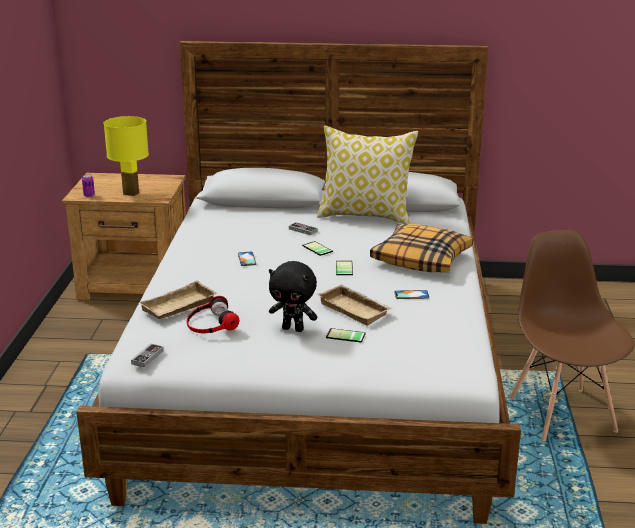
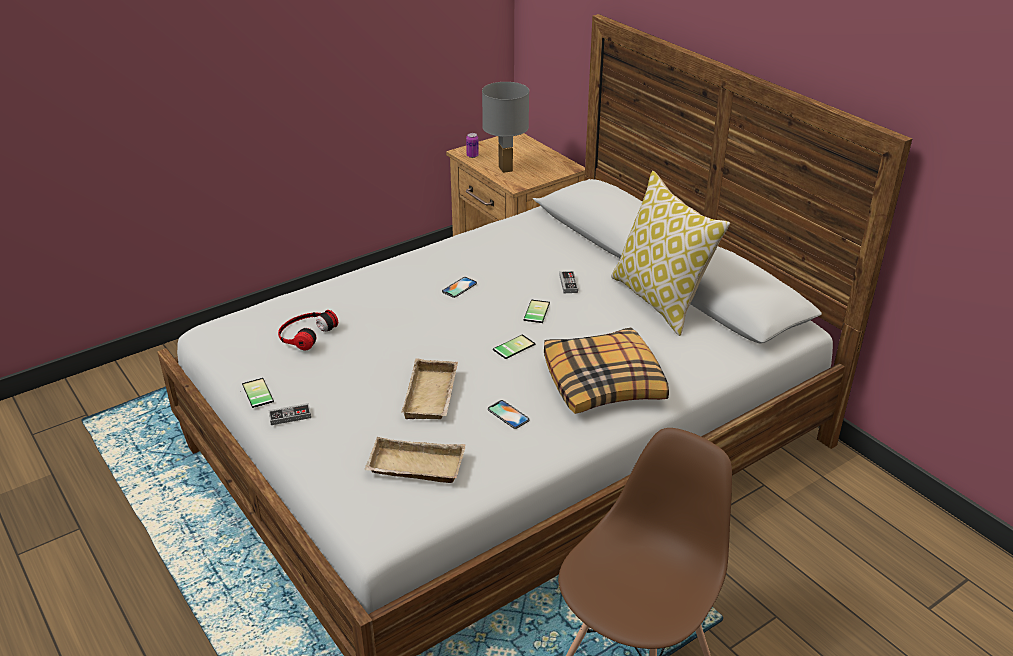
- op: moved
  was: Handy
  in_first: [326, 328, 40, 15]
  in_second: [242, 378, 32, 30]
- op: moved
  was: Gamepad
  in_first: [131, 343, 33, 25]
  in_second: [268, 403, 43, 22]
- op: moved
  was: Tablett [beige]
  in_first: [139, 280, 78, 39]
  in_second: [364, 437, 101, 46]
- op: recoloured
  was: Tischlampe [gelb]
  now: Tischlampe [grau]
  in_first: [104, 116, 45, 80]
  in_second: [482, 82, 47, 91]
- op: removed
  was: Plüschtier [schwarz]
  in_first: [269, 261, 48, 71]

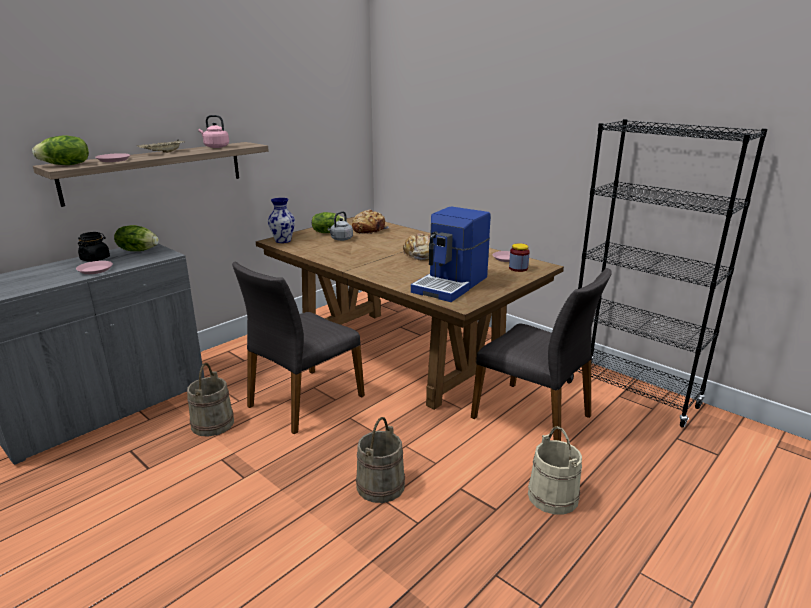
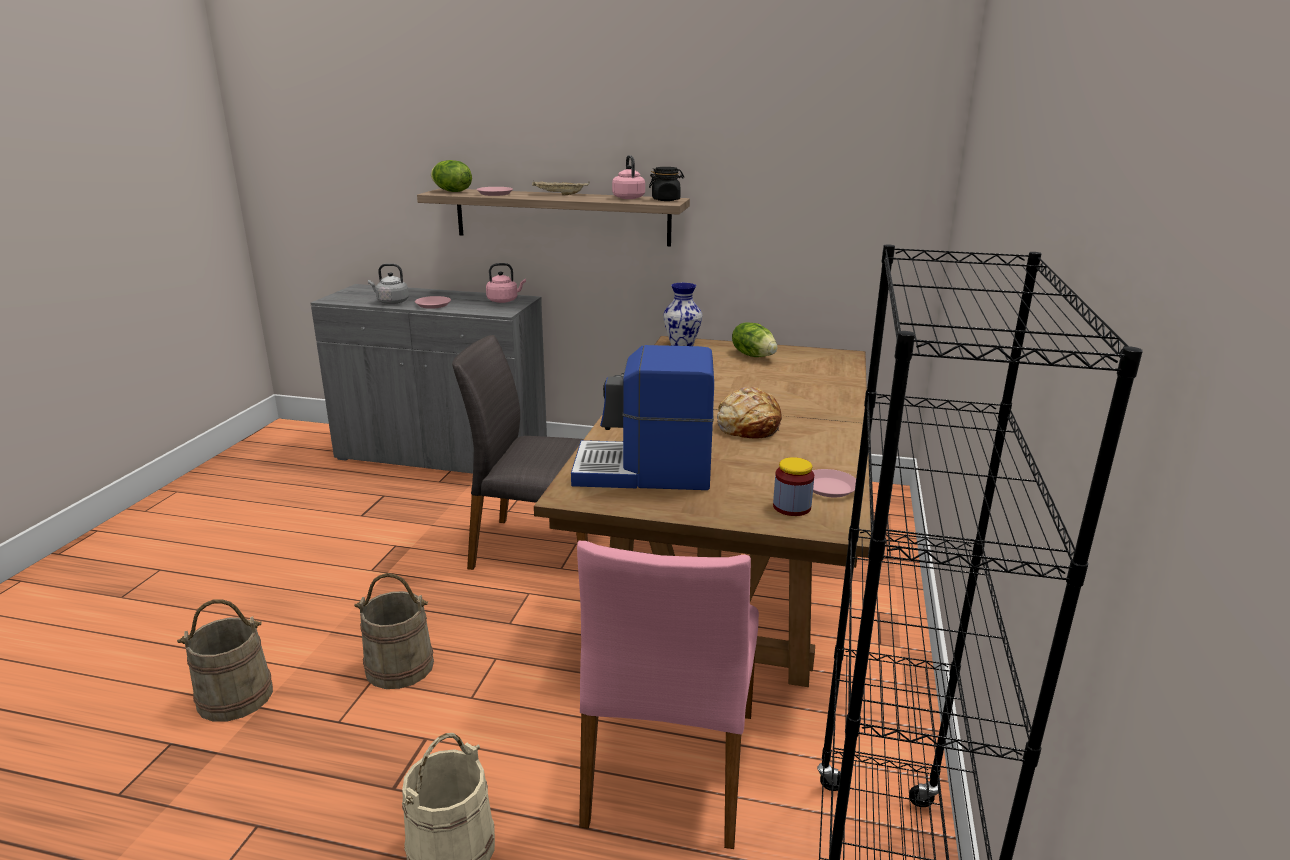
- op: moved
  was: Eimer [beige]
  in_first: [187, 363, 47, 74]
  in_second: [177, 599, 96, 123]
- op: moved
  was: Wasserkessel [grau]
  in_first: [327, 211, 26, 30]
  in_second: [368, 263, 41, 41]
- op: replaced
  was: Salatkopf
  now: Wasserkessel [rosa]
  in_first: [114, 225, 45, 26]
  in_second: [486, 263, 40, 40]
- op: recoloured
  was: Stuhl [grau]
  now: Stuhl [rosa]
  in_first: [471, 268, 141, 173]
  in_second: [577, 541, 182, 308]
- op: moved
  was: Vorratsglas [schwarz]
  in_first: [78, 232, 32, 30]
  in_second: [649, 167, 35, 34]
- op: removed
  was: Brot
  in_first: [352, 210, 39, 24]

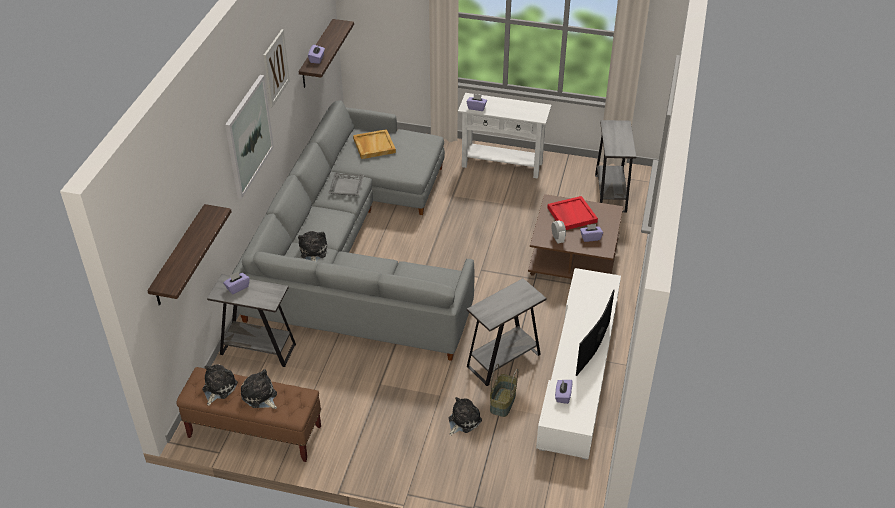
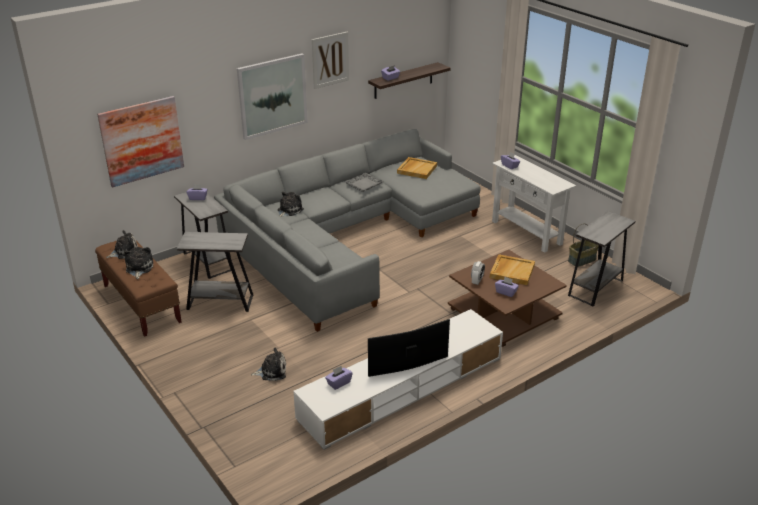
- op: replaced
  was: Wandregal
  now: Bild
  in_first: [147, 204, 85, 102]
  in_second: [97, 96, 87, 91]
- op: moved
  was: Beistelltisch [grau]
  in_first: [467, 278, 79, 108]
  in_second: [177, 232, 76, 80]
- op: recoloured
  was: Tablett [rot]
  now: Tablett [beige]
  in_first: [547, 196, 51, 34]
  in_second: [490, 254, 45, 31]
- op: moved
  was: Korb
  in_first: [490, 364, 28, 53]
  in_second: [568, 223, 31, 44]

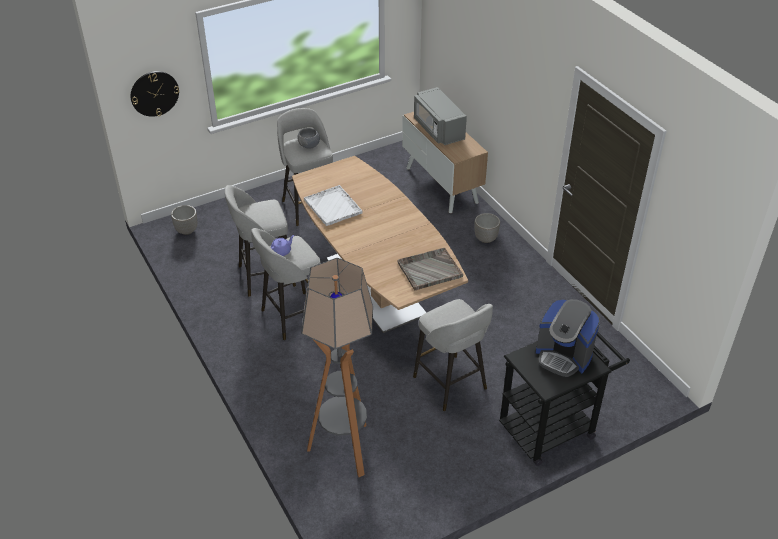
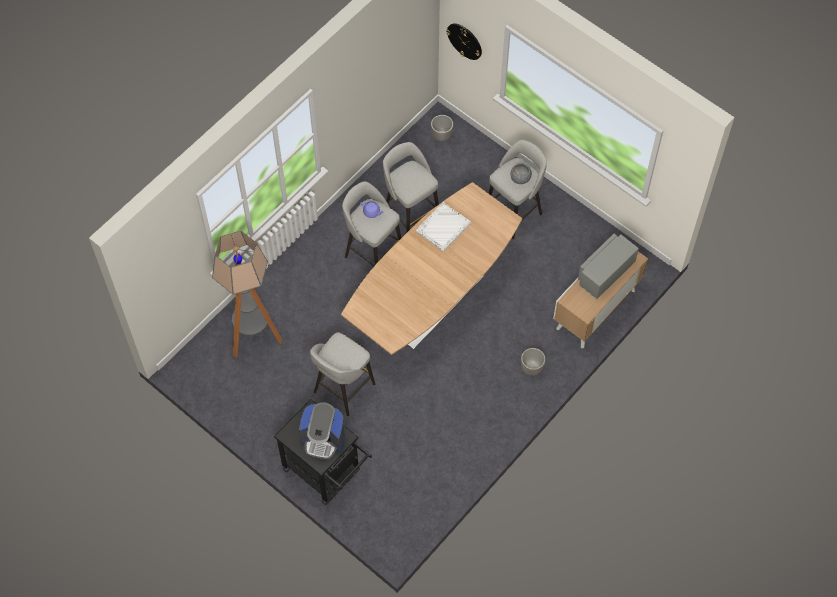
- op: turned
  was: Kaffeemaschine
  in_first: [536, 299, 64, 78]
  in_second: [299, 402, 46, 58]
  clockwise: -90
- op: removed
  was: Tablett [grau]
  in_first: [398, 248, 65, 42]

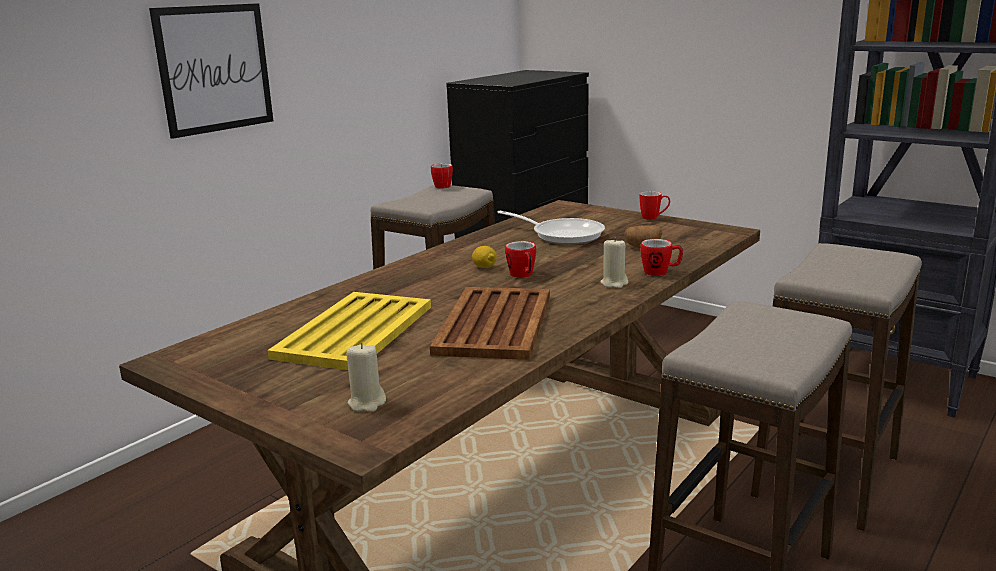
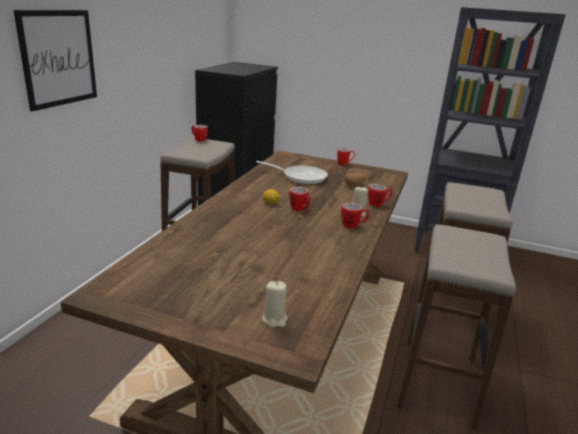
- op: added
  now: Henkelbecher
  in_second: [341, 202, 28, 26]
- op: removed
  was: Tablett [gelb]
  in_first: [267, 292, 164, 78]
- op: removed
  was: Tablett [braun]
  in_first: [430, 287, 120, 73]

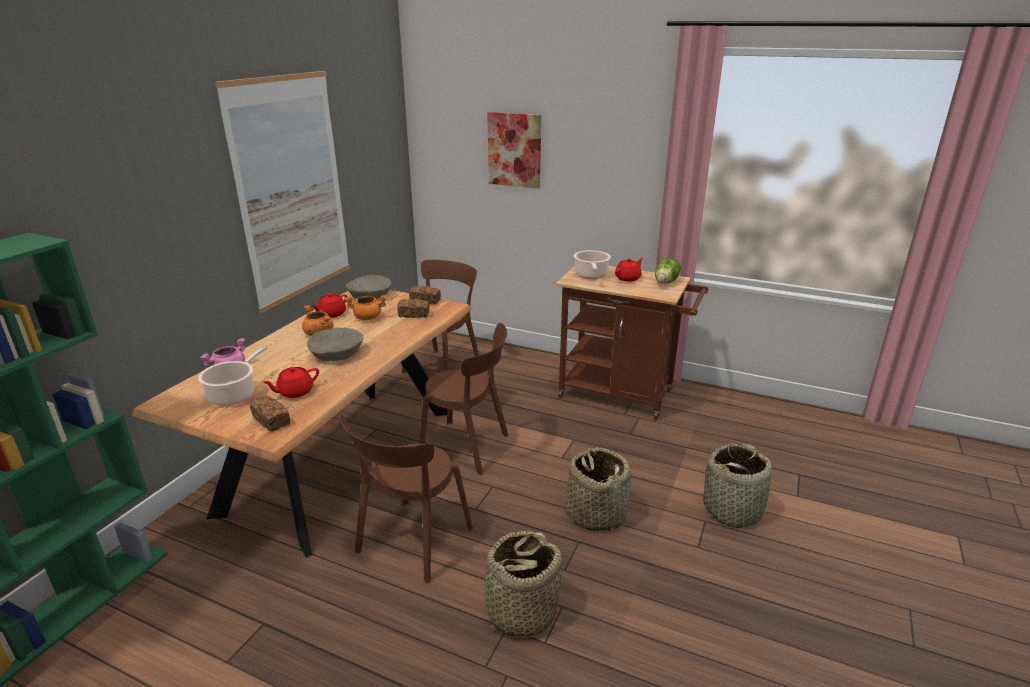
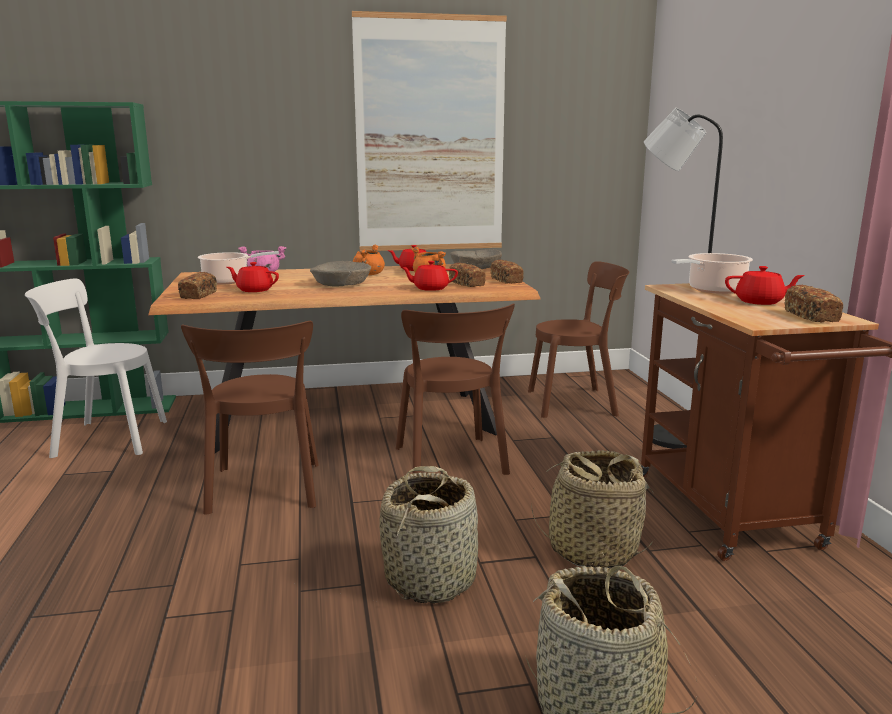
- op: added
  now: Stuhl [weiß]
  in_second: [25, 279, 142, 179]
- op: turned
  was: Stuhl [braun]
  in_first: [340, 415, 133, 168]
  in_second: [181, 321, 138, 194]
  clockwise: -90
- op: added
  now: Teekanne [rot]
  in_second: [401, 261, 57, 30]
- op: moved
  was: Korb
  in_first: [473, 531, 89, 106]
  in_second: [531, 450, 123, 118]
- op: added
  now: Stehlampe [schwarz]
  in_second: [644, 108, 79, 341]
- op: replaced
  was: Salatkopf
  now: Brot
  in_first: [655, 258, 26, 26]
  in_second: [784, 285, 59, 38]
- op: removed
  was: Bild
  in_first: [487, 112, 54, 77]

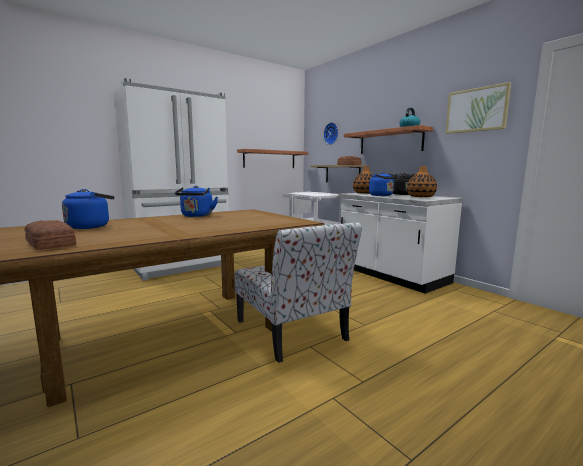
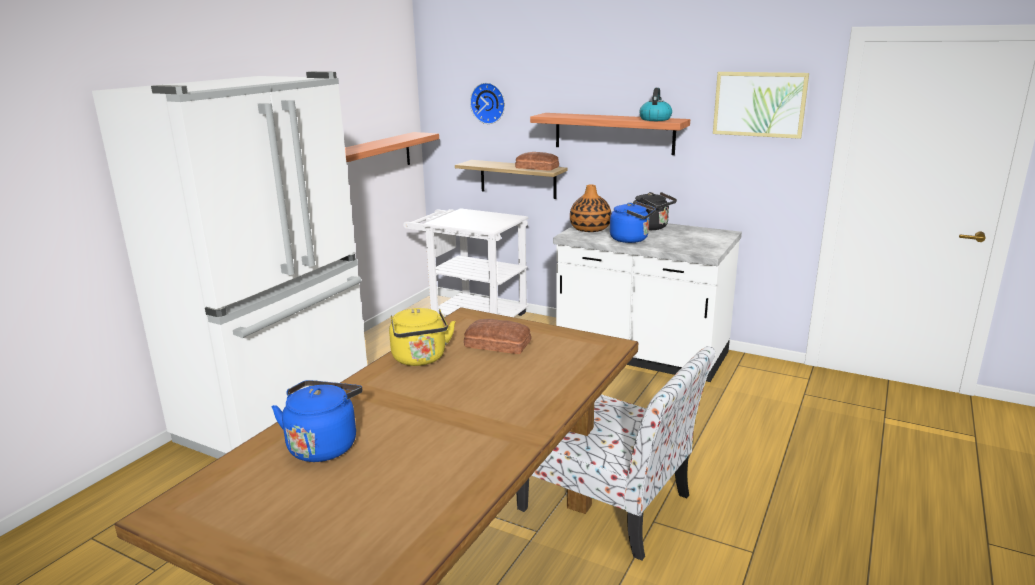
- op: recoloured
  was: Wasserkessel [blau]
  now: Wasserkessel [gelb]
  in_first: [175, 186, 43, 31]
  in_second: [389, 308, 67, 58]
- op: moved
  was: Brot
  in_first: [24, 220, 52, 30]
  in_second: [464, 319, 67, 35]
- op: removed
  was: Vase
  in_first: [407, 166, 30, 31]

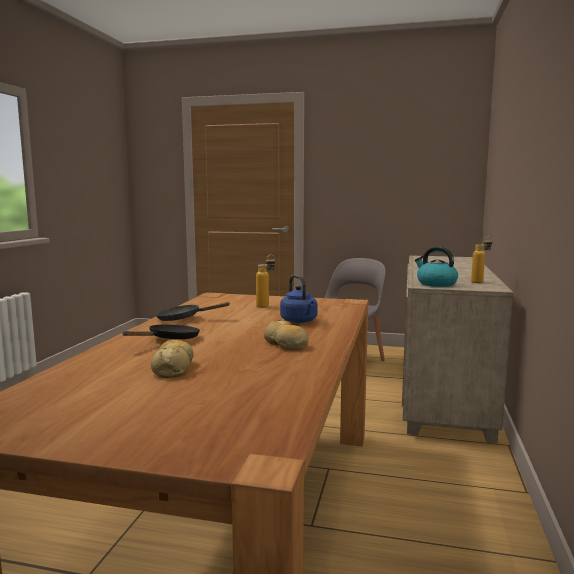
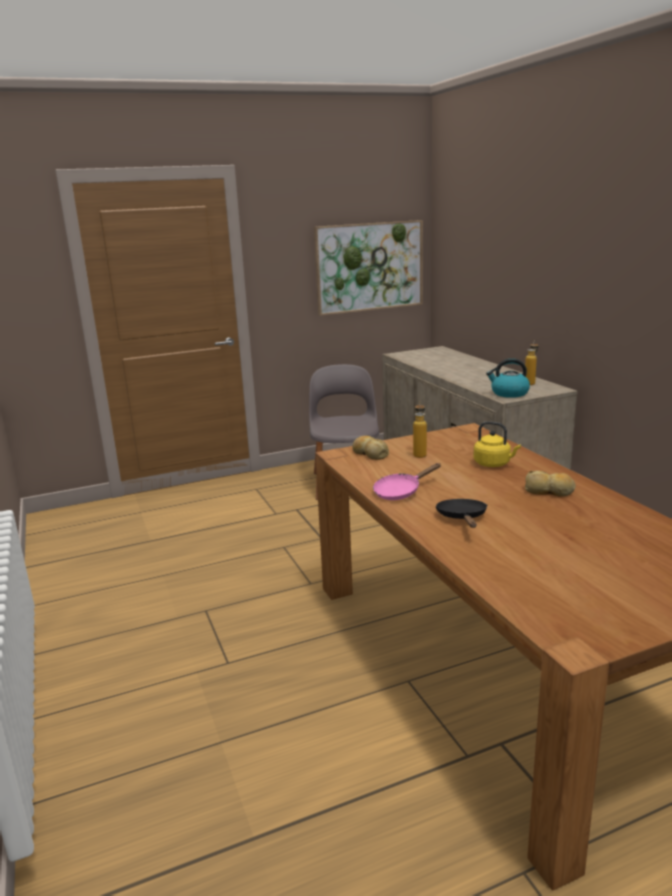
- op: added
  now: Bild
  in_second: [314, 220, 109, 96]
- op: moved
  was: Brot
  in_first: [151, 340, 42, 38]
  in_second: [352, 436, 37, 24]
- op: recoloured
  was: Pfanne [schwarz]
  now: Pfanne [rosa]
  in_first: [156, 302, 74, 19]
  in_second: [373, 463, 68, 37]
- op: recoloured
  was: Wasserkessel [blau]
  now: Wasserkessel [gelb]
  in_first: [280, 275, 37, 48]
  in_second: [473, 421, 48, 46]

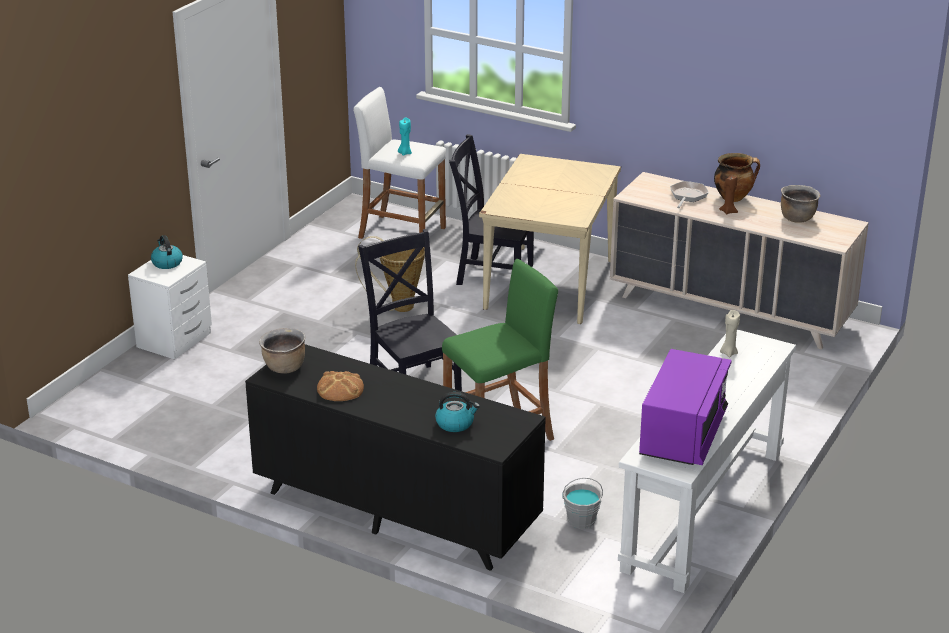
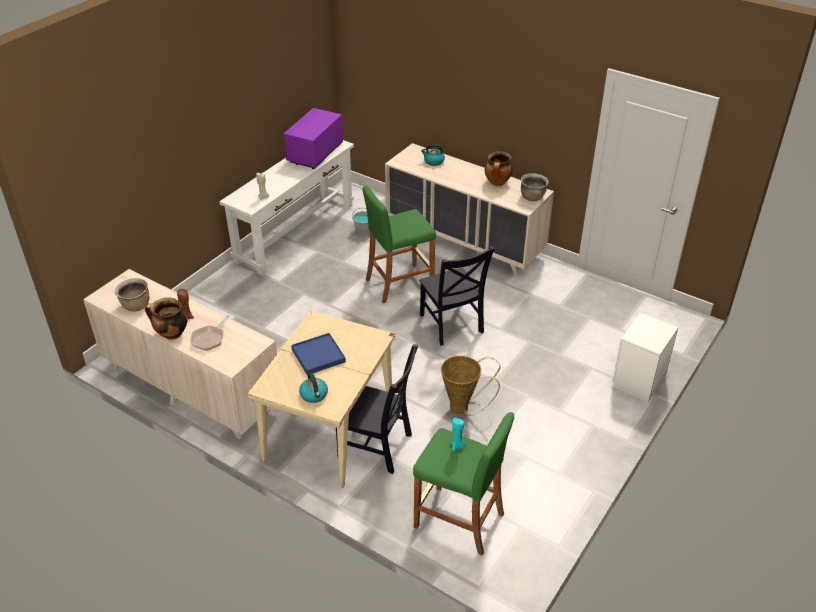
- op: added
  now: Tablett [blau]
  in_second: [291, 333, 55, 42]
- op: moved
  was: Wasserkessel
  in_first: [151, 235, 32, 34]
  in_second: [299, 372, 29, 31]
- op: recoloured
  was: Kommode [schwarz]
  now: Kommode [beige]
  in_first: [245, 344, 301, 227]
  in_second: [385, 143, 169, 133]
- op: recoloured
  was: Hocker [weiß]
  now: Hocker [grün]
  in_first: [354, 87, 92, 152]
  in_second: [413, 412, 101, 144]
- op: replaced
  was: Brot
  now: Kochtopf
  in_first: [317, 371, 47, 30]
  in_second: [485, 151, 28, 35]

